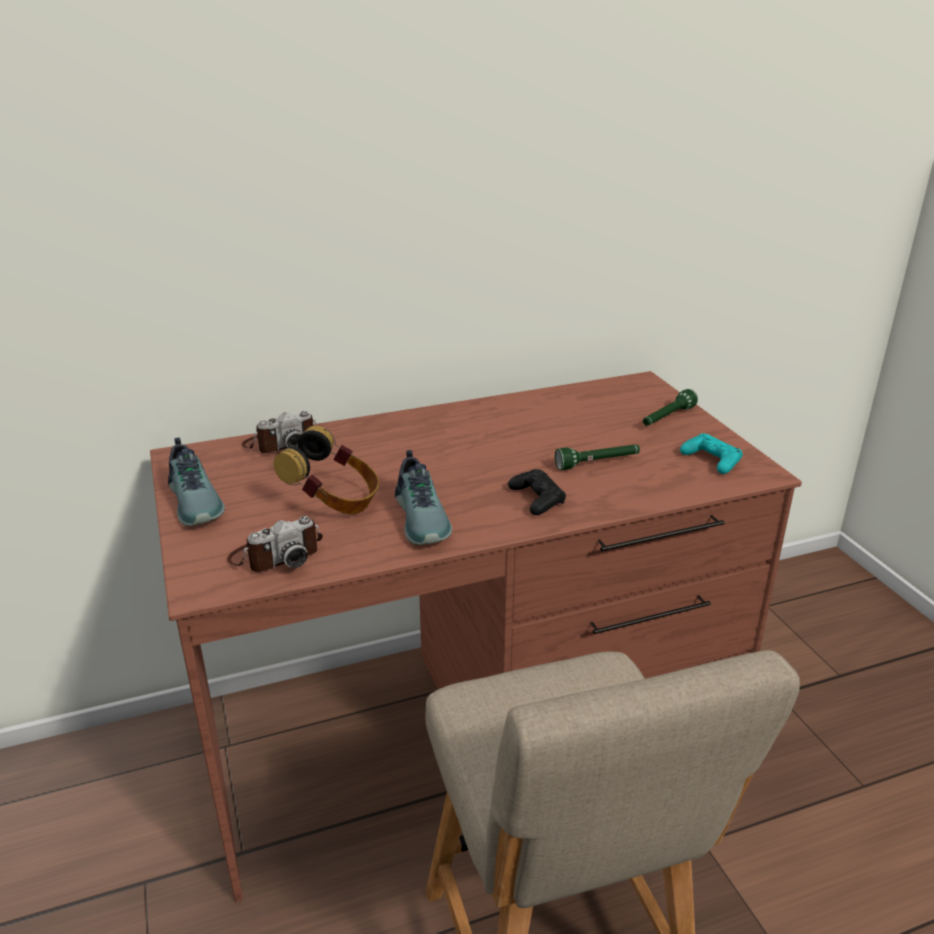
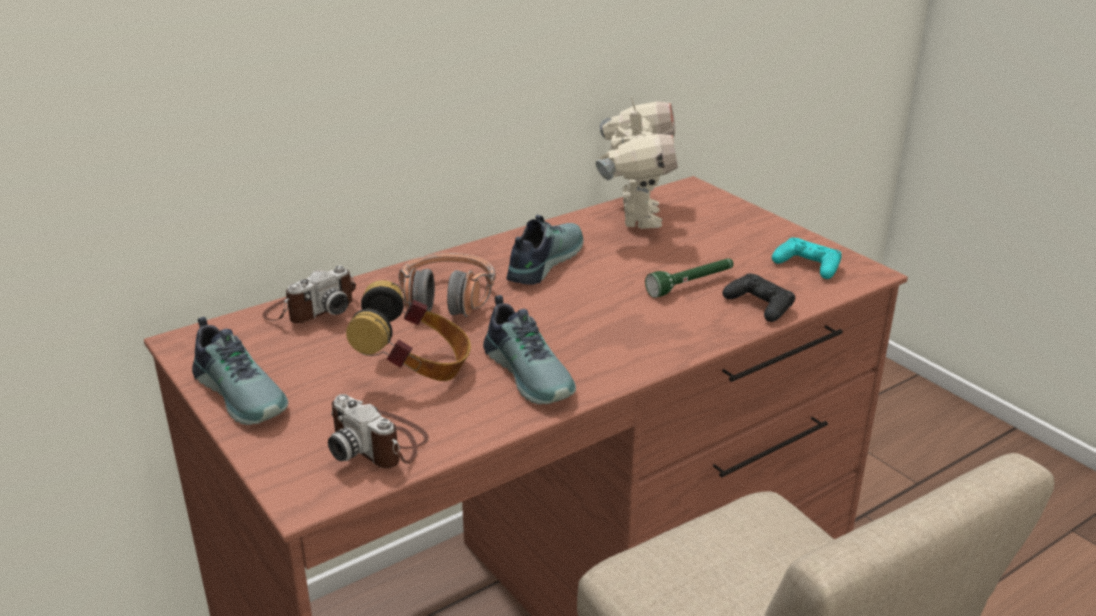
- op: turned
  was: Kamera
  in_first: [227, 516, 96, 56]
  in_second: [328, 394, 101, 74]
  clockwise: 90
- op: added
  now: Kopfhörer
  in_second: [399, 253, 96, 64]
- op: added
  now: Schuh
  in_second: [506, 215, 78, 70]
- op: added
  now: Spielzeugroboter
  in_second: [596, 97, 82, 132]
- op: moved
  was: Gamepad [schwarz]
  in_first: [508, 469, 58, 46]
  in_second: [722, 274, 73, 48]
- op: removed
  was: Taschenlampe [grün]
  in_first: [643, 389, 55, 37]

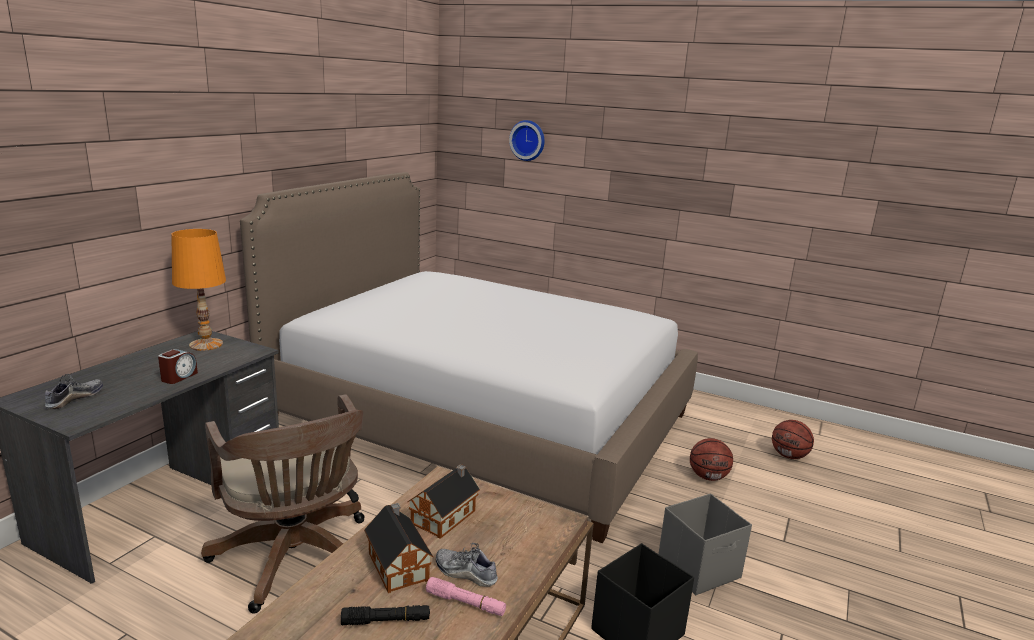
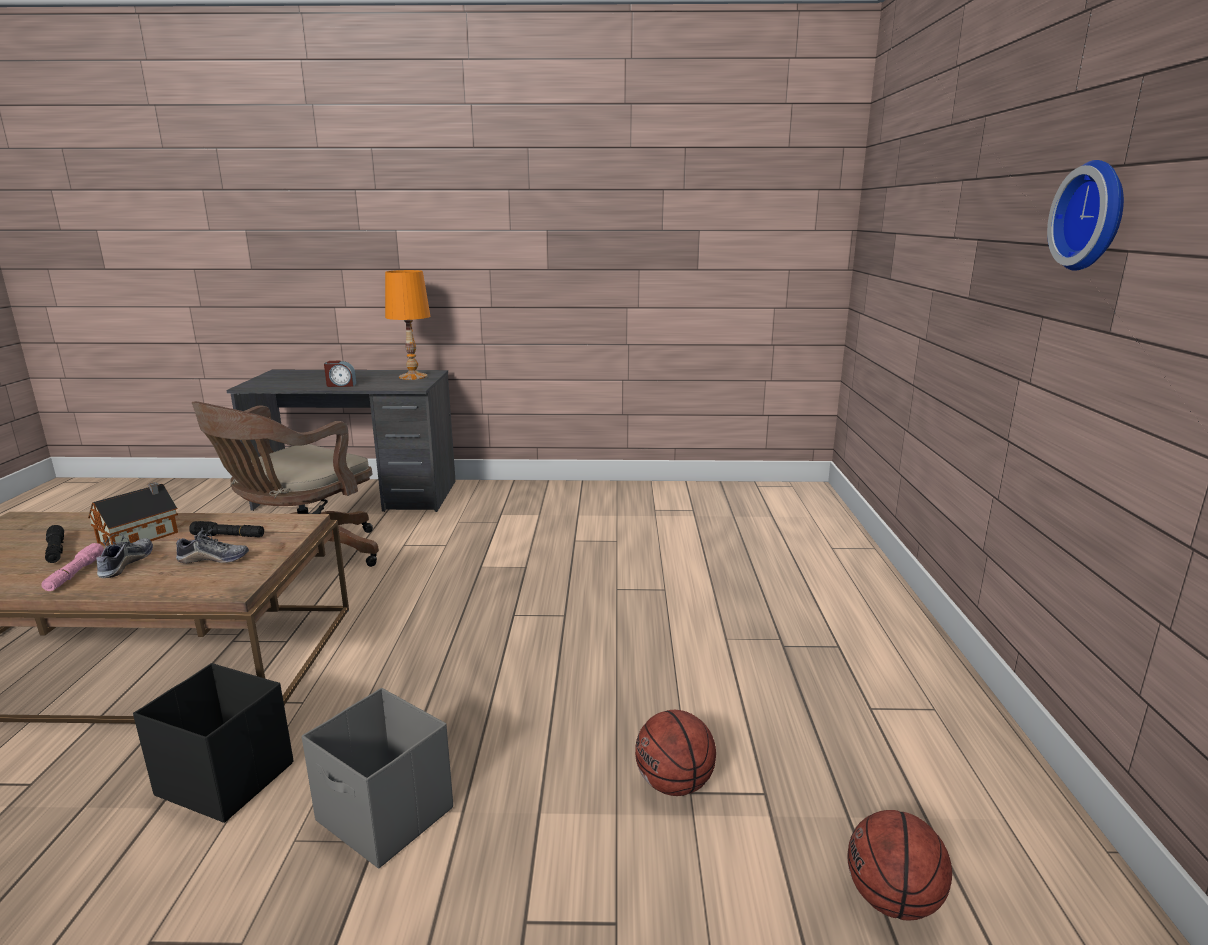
- op: moved
  was: Schuh
  in_first: [45, 374, 58, 35]
  in_second: [176, 527, 73, 36]
- op: replaced
  was: Spielzeughaus
  now: Taschenlampe [schwarz]
  in_first: [408, 464, 72, 75]
  in_second: [189, 521, 75, 16]
- op: moved
  was: Wanduhr
  in_first: [509, 120, 36, 41]
  in_second: [1047, 160, 77, 111]
- op: removed
  was: Bett
  in_first: [240, 172, 458, 371]

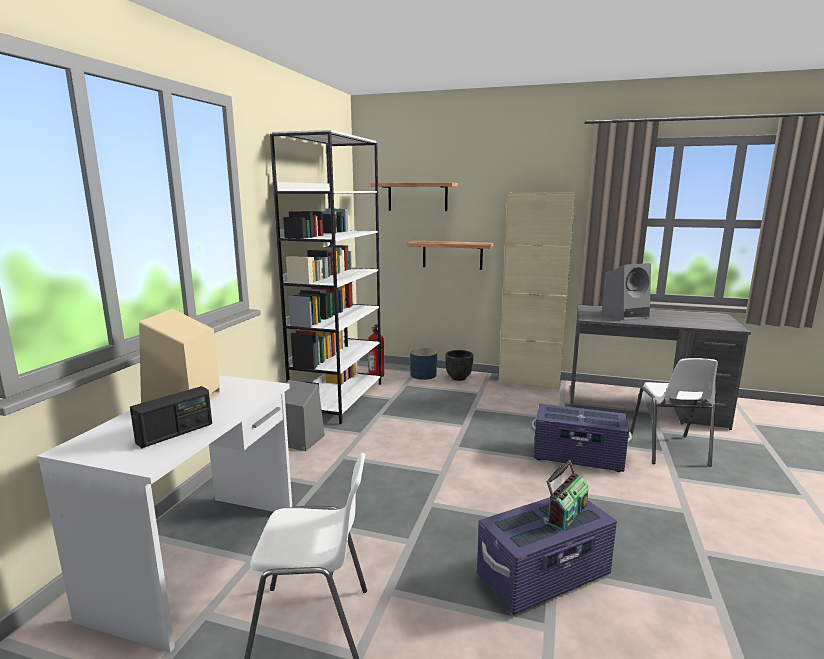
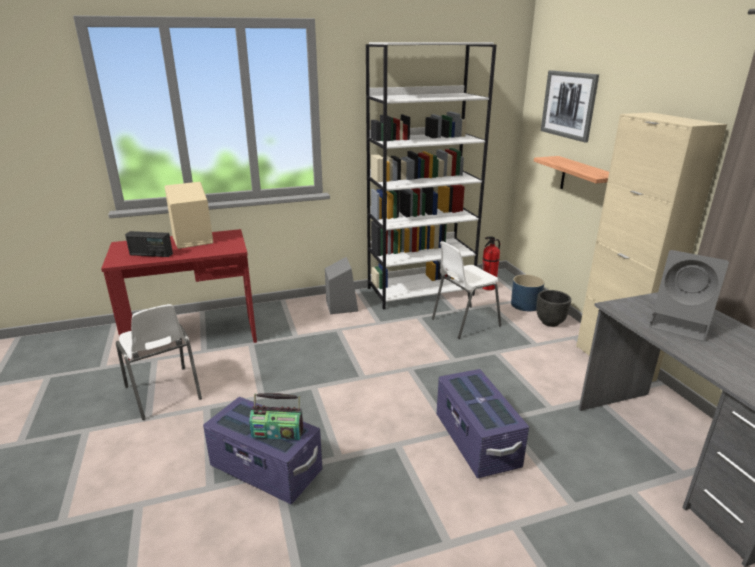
- op: recoloured
  was: Schreibtisch [weiß]
  now: Schreibtisch [rot]
  in_first: [37, 375, 255, 277]
  in_second: [101, 229, 156, 134]
- op: moved
  was: Stuhl [weiß]
  in_first: [630, 358, 88, 109]
  in_second: [432, 241, 70, 98]
- op: replaced
  was: Wandregal
  now: Bild
  in_first: [370, 183, 88, 28]
  in_second: [541, 70, 58, 72]

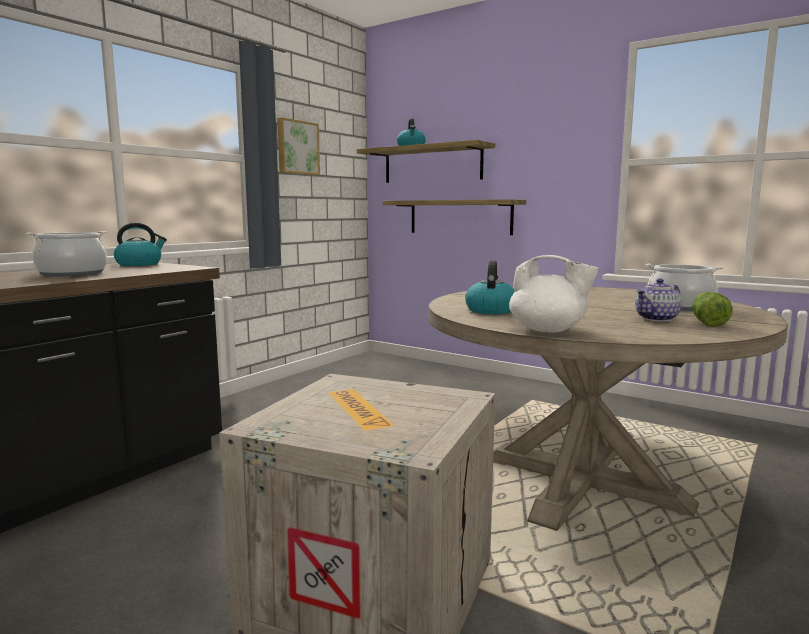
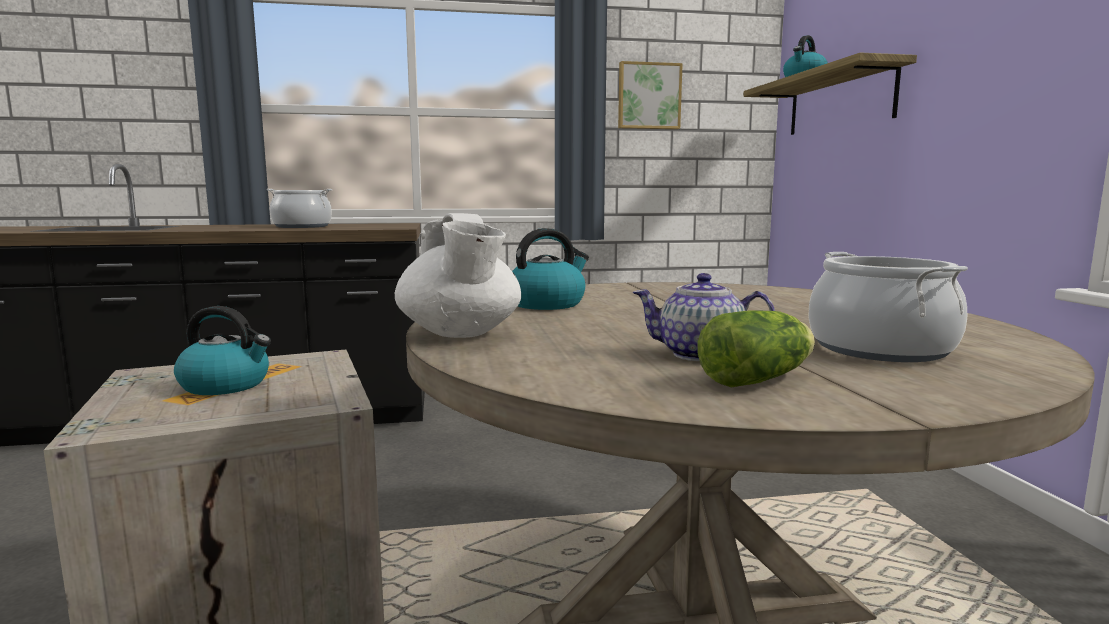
- op: moved
  was: Wasserkessel
  in_first: [114, 223, 53, 43]
  in_second: [174, 306, 97, 89]
- op: removed
  was: Wandregal
  in_first: [383, 199, 143, 36]

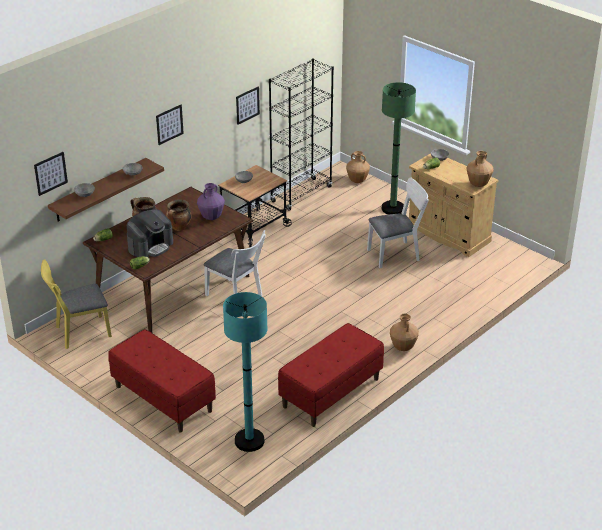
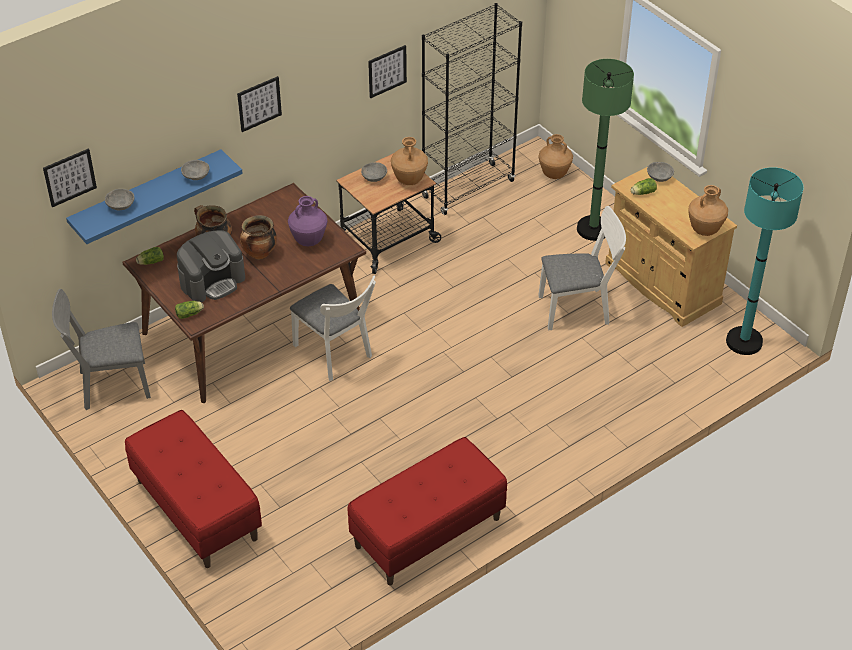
- op: recoloured
  was: Stuhl [gelb]
  now: Stuhl [grau]
  in_first: [41, 259, 71, 90]
  in_second: [52, 289, 99, 121]
- op: recoloured
  was: Wandregal [braun]
  now: Wandregal [blau]
  in_first: [48, 158, 116, 64]
  in_second: [66, 149, 177, 95]
- op: moved
  was: Vase [braun]
  in_first: [390, 313, 29, 38]
  in_second: [391, 137, 37, 48]
- op: moved
  was: Stehlampe [türkis]
  in_first: [223, 292, 45, 160]
  in_second: [726, 167, 78, 188]

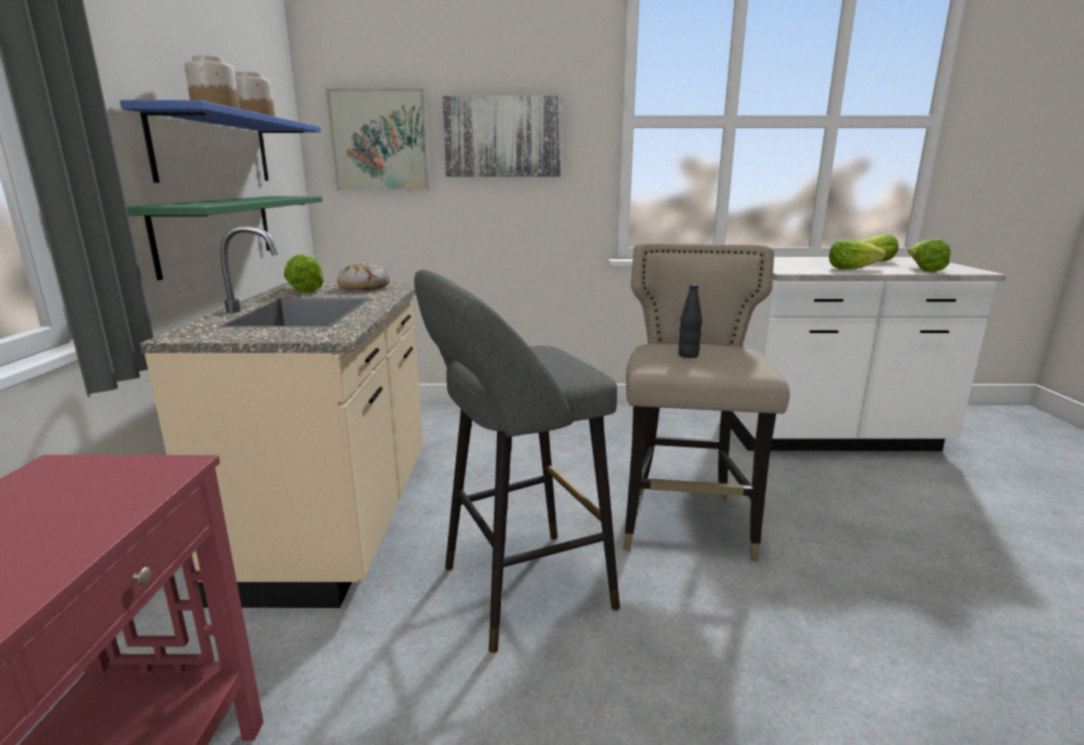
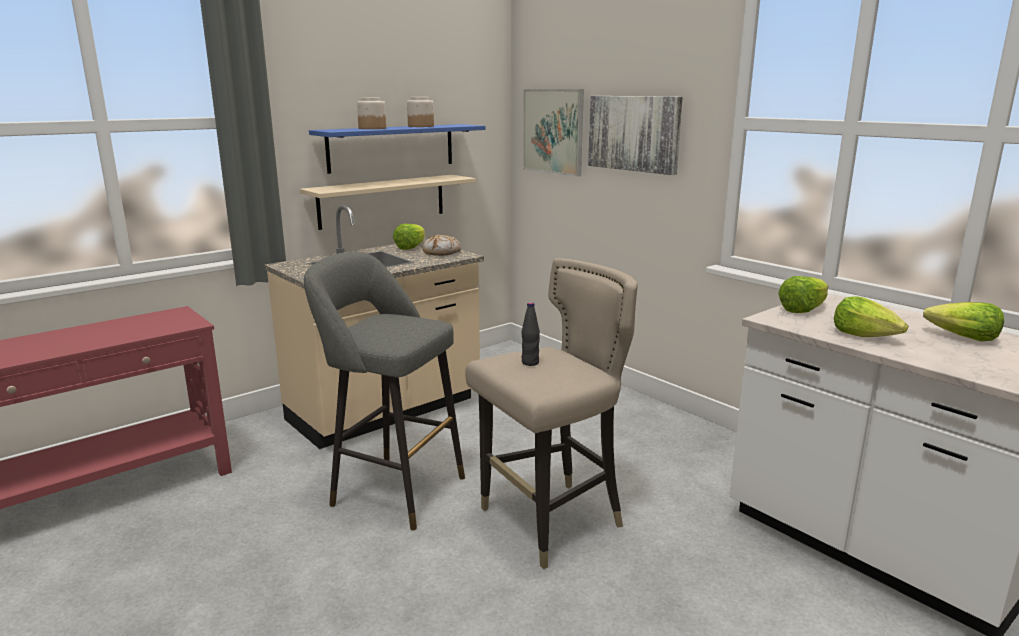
- op: recoloured
  was: Wandregal [grün]
  now: Wandregal [beige]
  in_first: [127, 196, 195, 84]
  in_second: [300, 175, 175, 55]
- op: moved
  was: Salatkopf
  in_first: [907, 238, 44, 34]
  in_second: [778, 276, 50, 37]

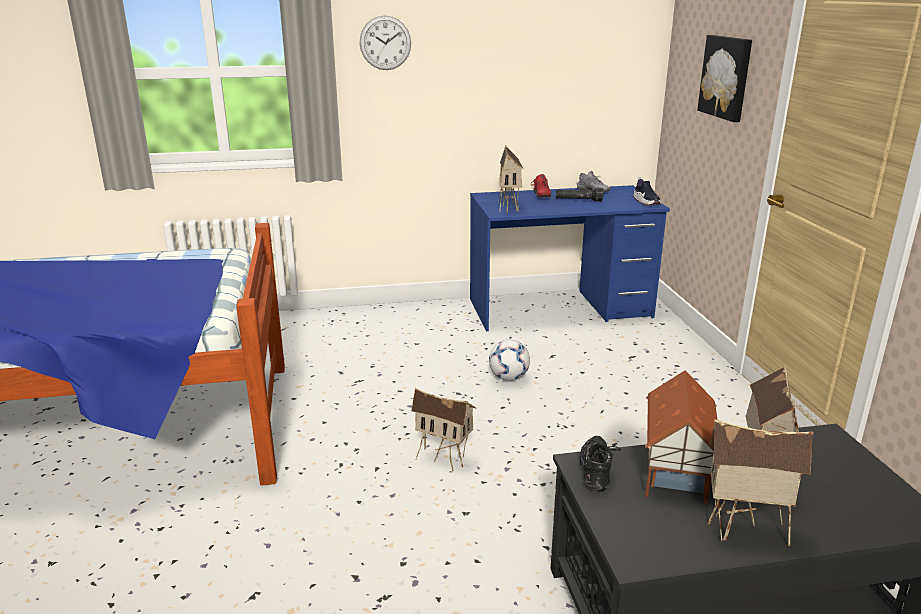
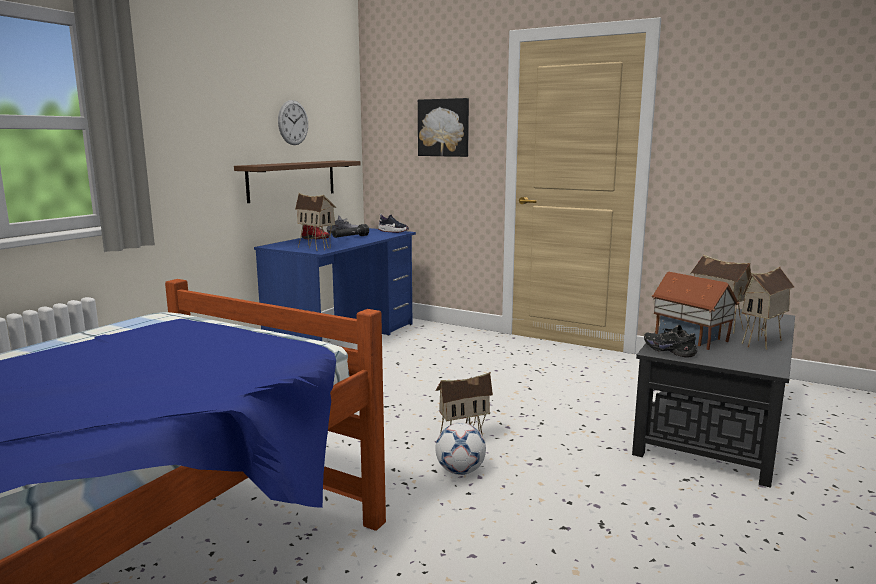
- op: added
  now: Wandregal [braun]
  in_second: [234, 160, 127, 43]
- op: moved
  was: Wanduhr
  in_first: [360, 15, 51, 55]
  in_second: [278, 100, 30, 45]
- op: moved
  was: Fußball
  in_first: [489, 340, 41, 41]
  in_second: [435, 423, 51, 52]

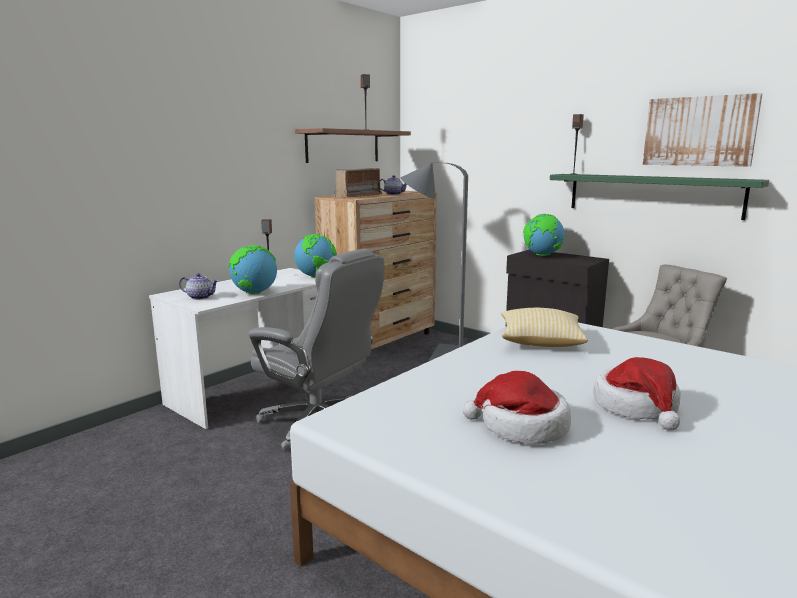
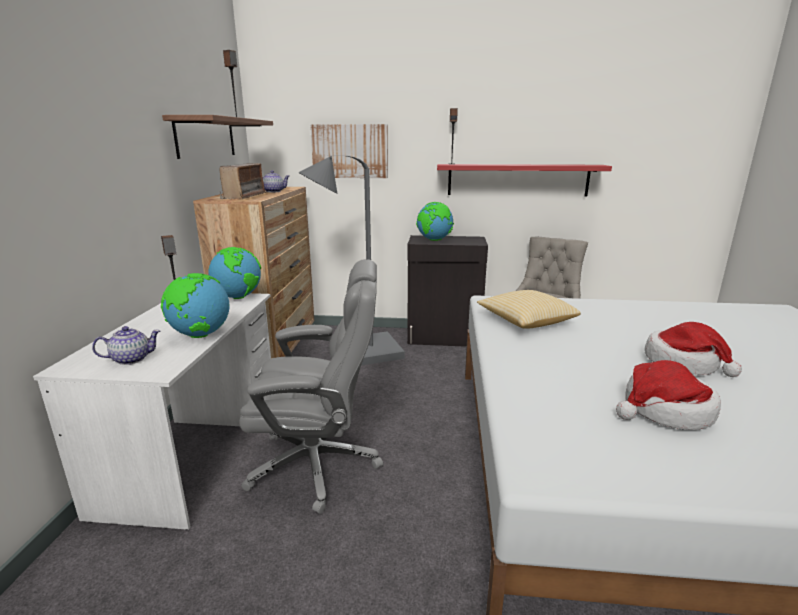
- op: moved
  was: Bild
  in_first: [643, 93, 119, 74]
  in_second: [310, 124, 78, 54]
- op: recoloured
  was: Wandregal [grün]
  now: Wandregal [rot]
  in_first: [550, 174, 219, 46]
  in_second: [437, 164, 175, 32]

